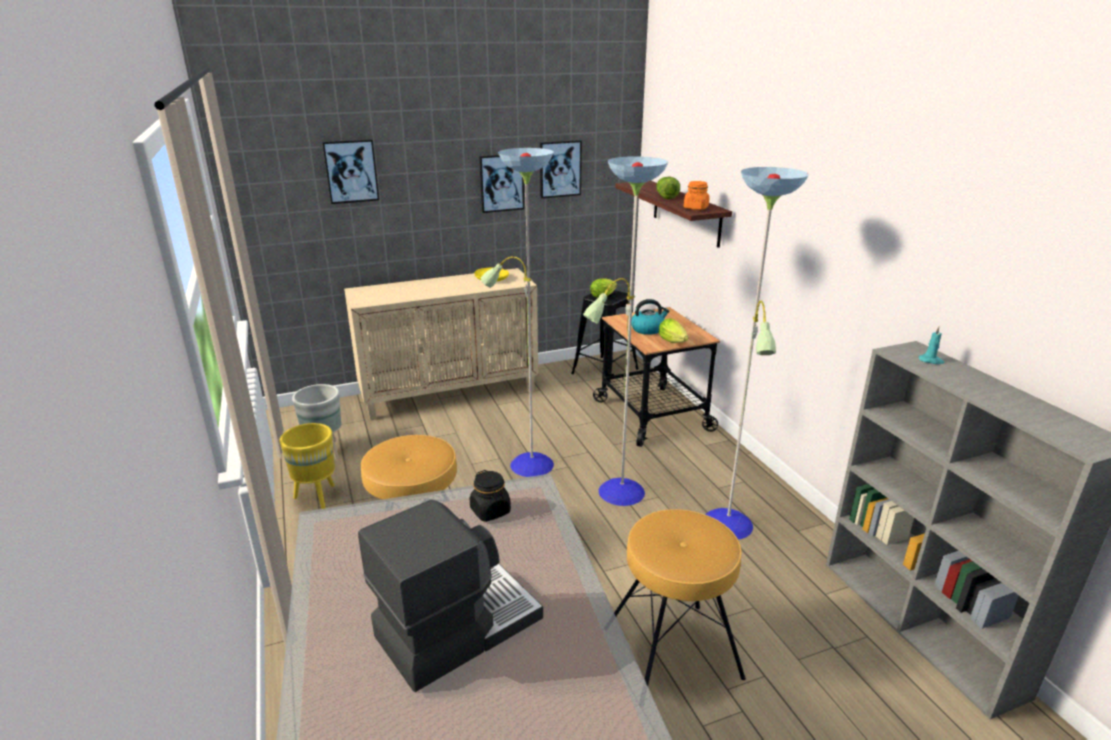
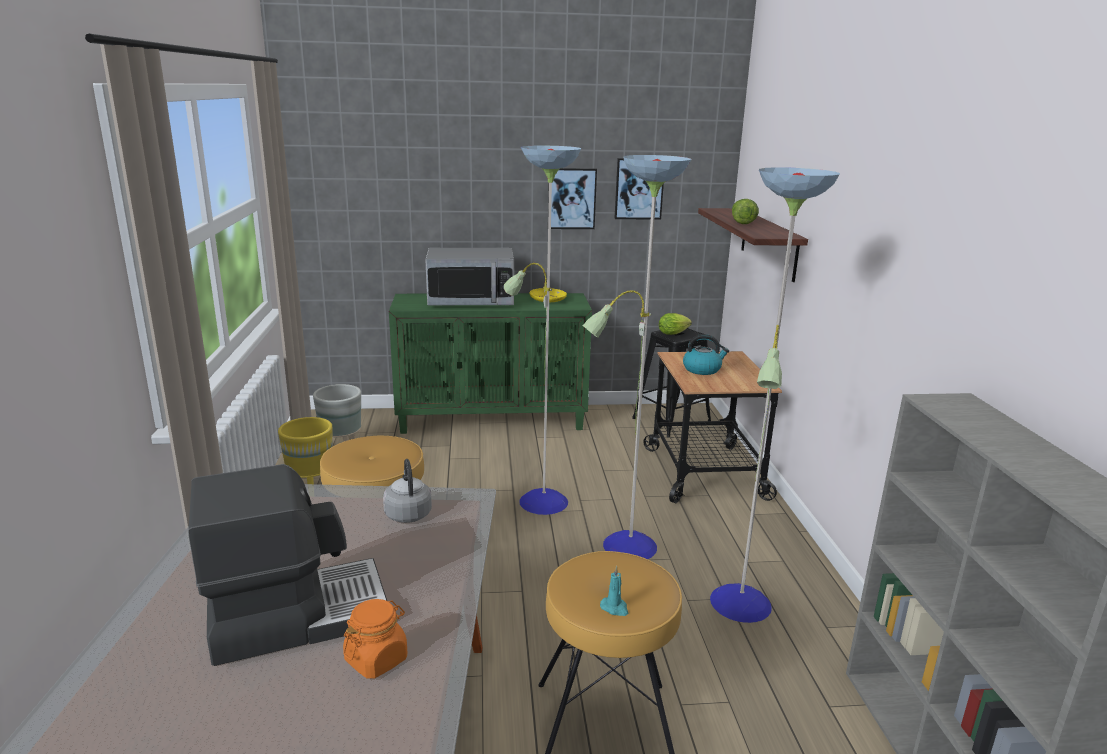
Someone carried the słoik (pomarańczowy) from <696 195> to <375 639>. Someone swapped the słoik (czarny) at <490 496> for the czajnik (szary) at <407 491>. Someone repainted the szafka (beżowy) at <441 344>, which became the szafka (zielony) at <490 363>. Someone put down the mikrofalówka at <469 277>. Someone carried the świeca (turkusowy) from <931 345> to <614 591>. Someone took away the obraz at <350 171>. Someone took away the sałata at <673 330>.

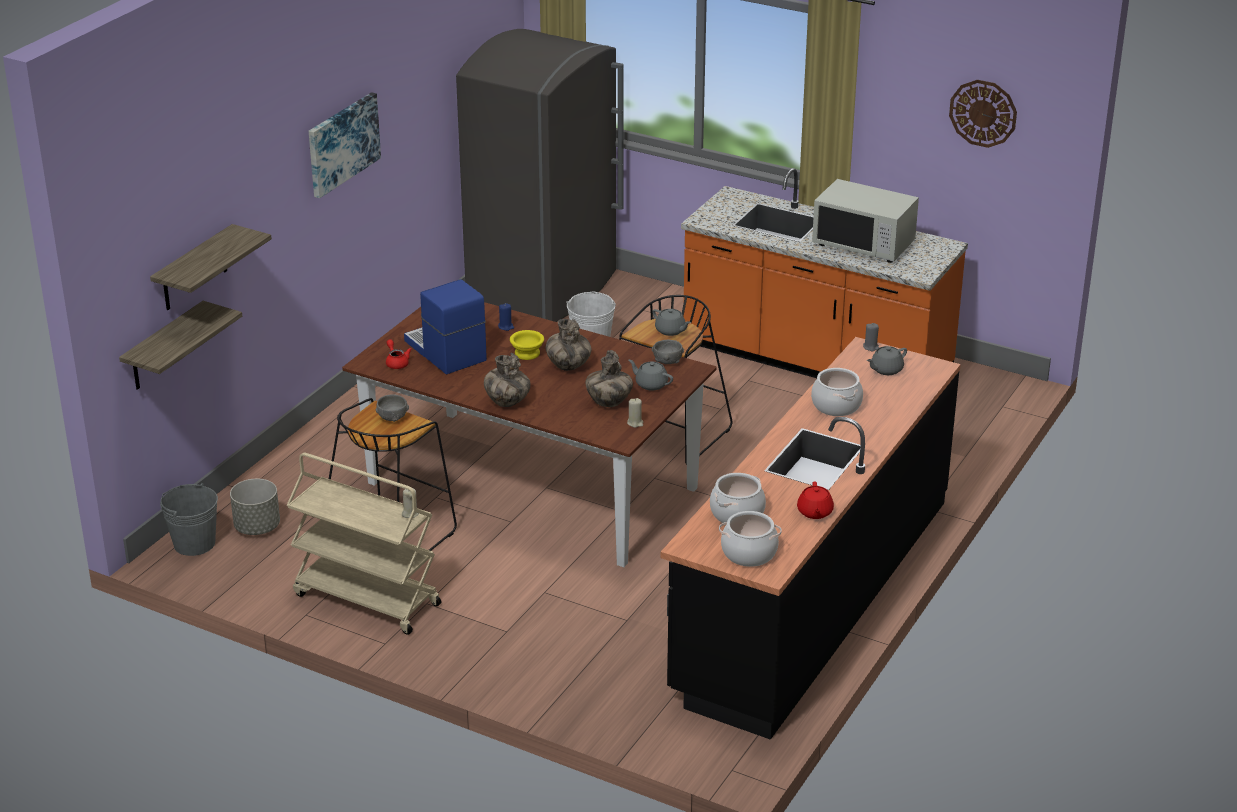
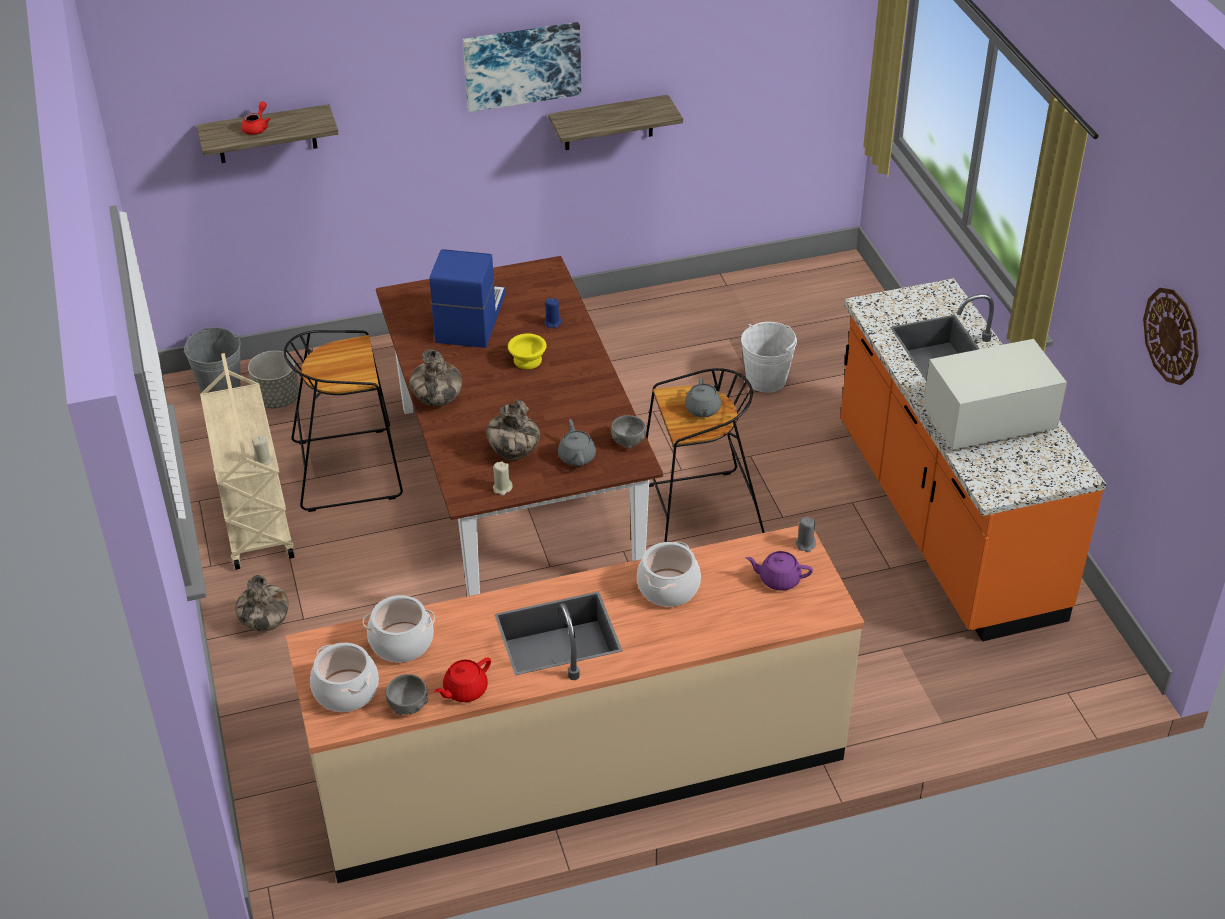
Someone carried the wazon from <568 345> to <261 603>. Someone carried the imbryk (czerwony) from <398 354> to <255 118>. Someone repainted the zabudowa kuchenna (czarny) at <811 538>, which became the zabudowa kuchenna (beżowy) at <575 704>. Someone carried the miska (szary) from <392 408> to <407 694>. Someone carried the półka from <180 345> to <615 122>. Someone repainted the imbryk (szary) at <887 360>, which became the imbryk (fioletowy) at <779 571>. Someone rotated the mikrofalówka (biały) at <865 221> by 90 degrees clockwise. Someone took away the lodówka (szary) at <540 175>.

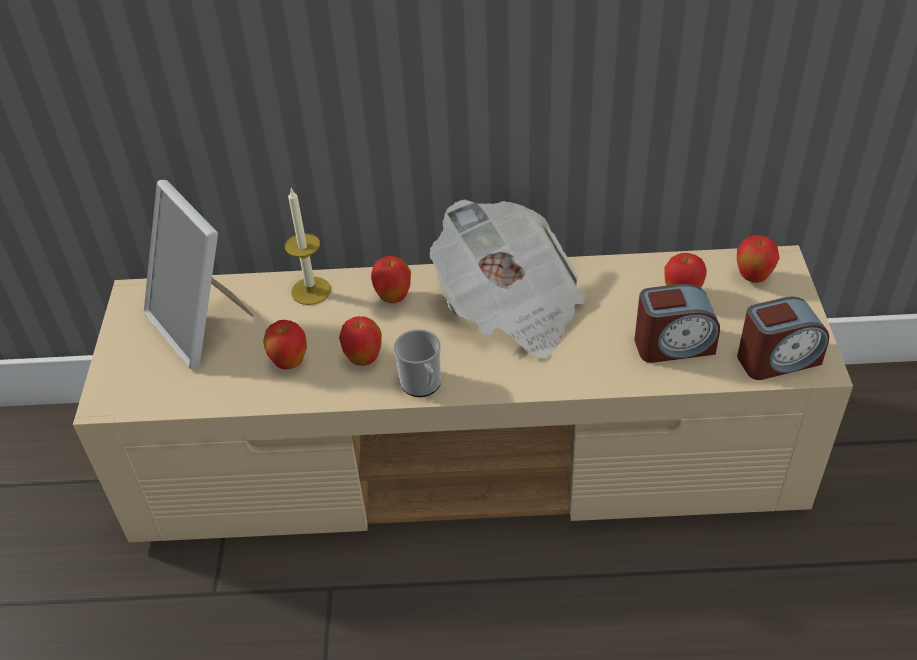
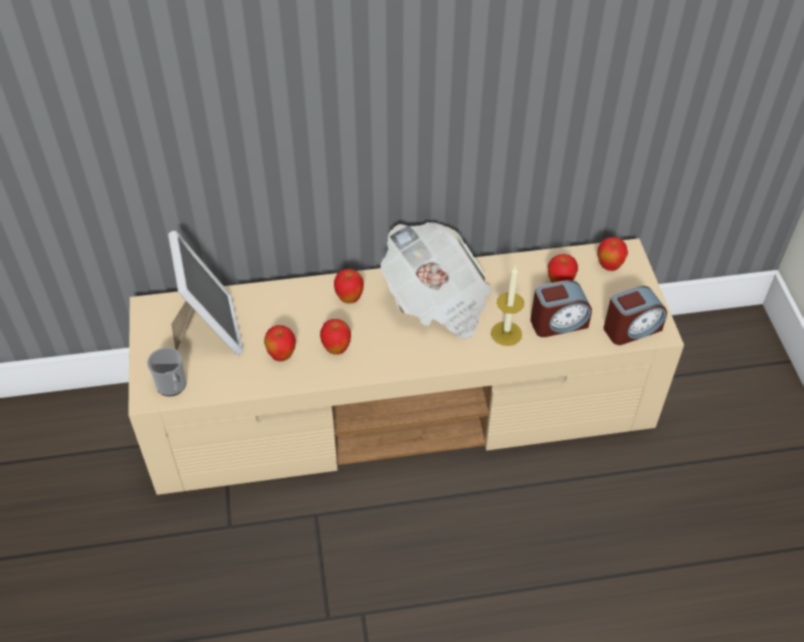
Someone carried the kubek from <417 363> to <166 371>. Someone rotated the ramka na zdjęcie at <198 274> by 150 degrees counterclockwise. Someone carried the świeca from <308 246> to <507 305>.

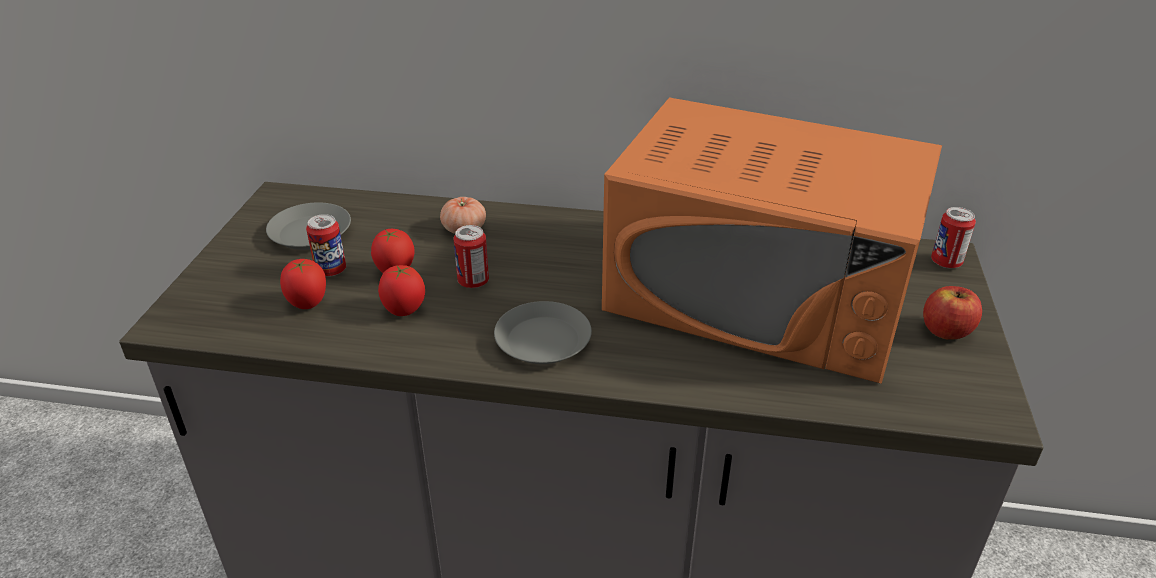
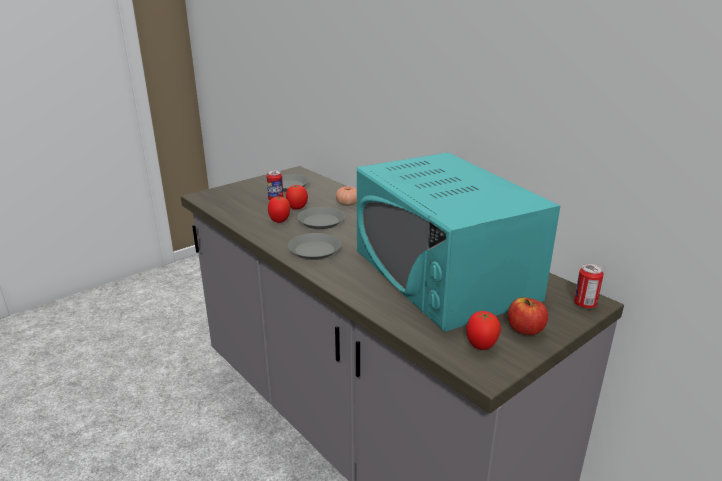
Someone swapped the puszka at <471 256> for the talerz (szary) at <321 218>. Someone repainted the mikrofalówka (pomarańczowy) at <772 240>, which became the mikrofalówka (turkusowy) at <458 242>. Someone carried the pomidor from <303 284> to <483 330>.

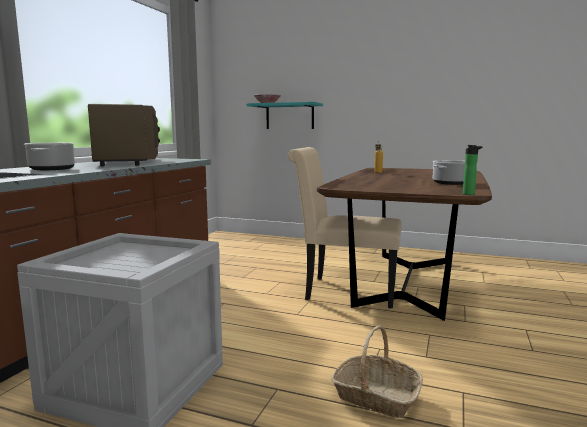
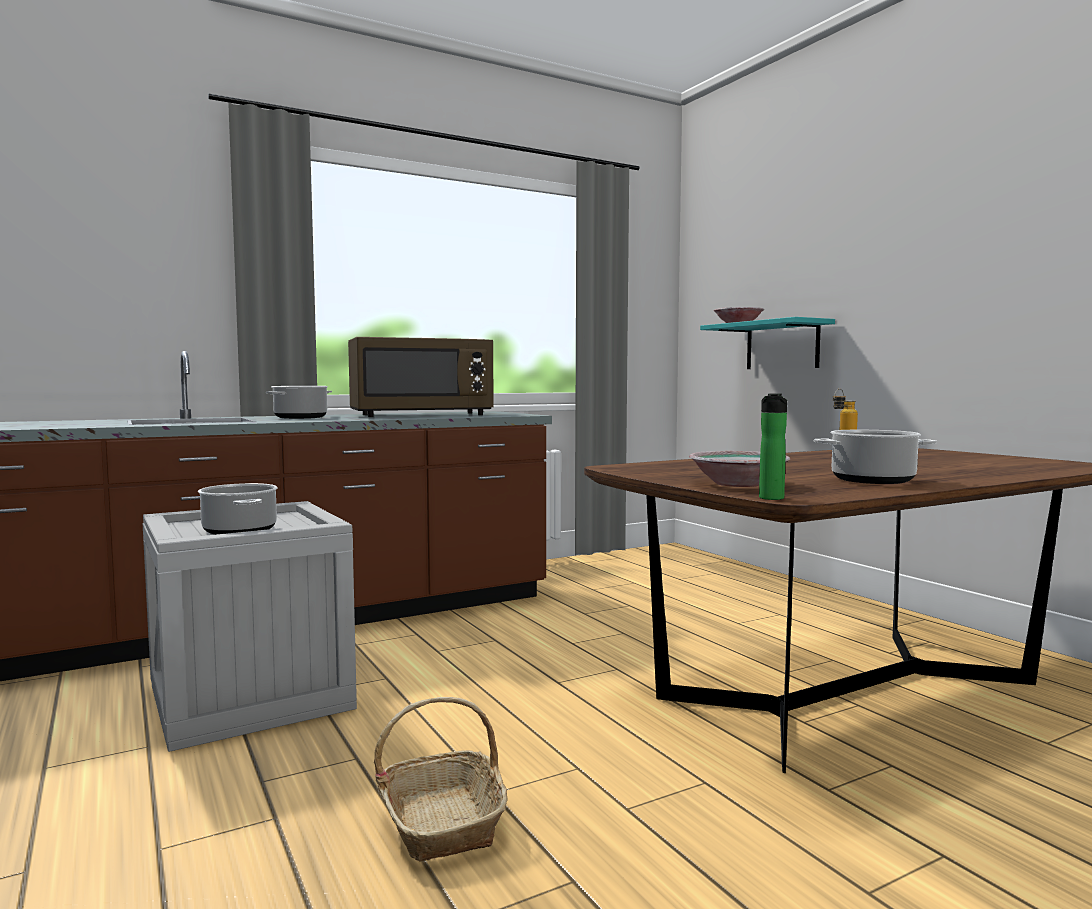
Someone put down the garnek at <238 509>. Someone rotated the mikrofalówka (brązowy) at <124 135> by 45 degrees clockwise. Someone put down the miska at <739 469>. Someone took away the krzesło (beżowy) at <344 227>.

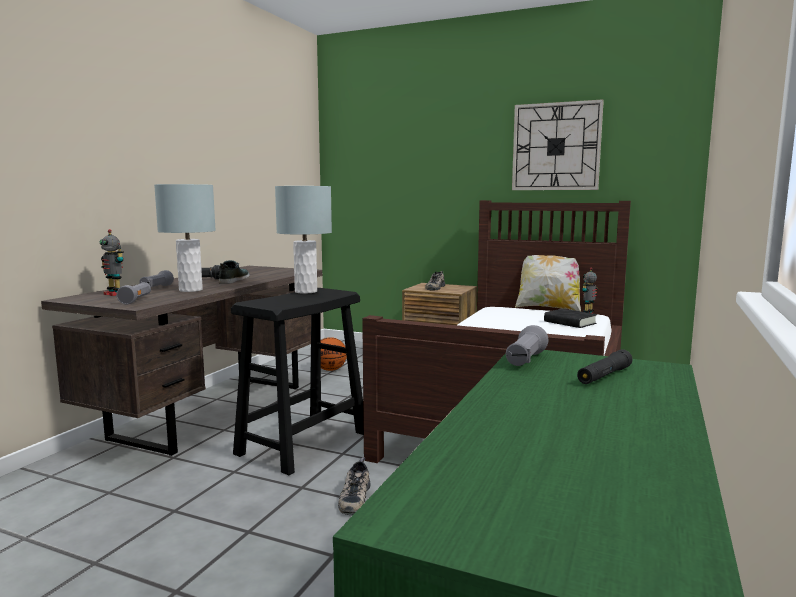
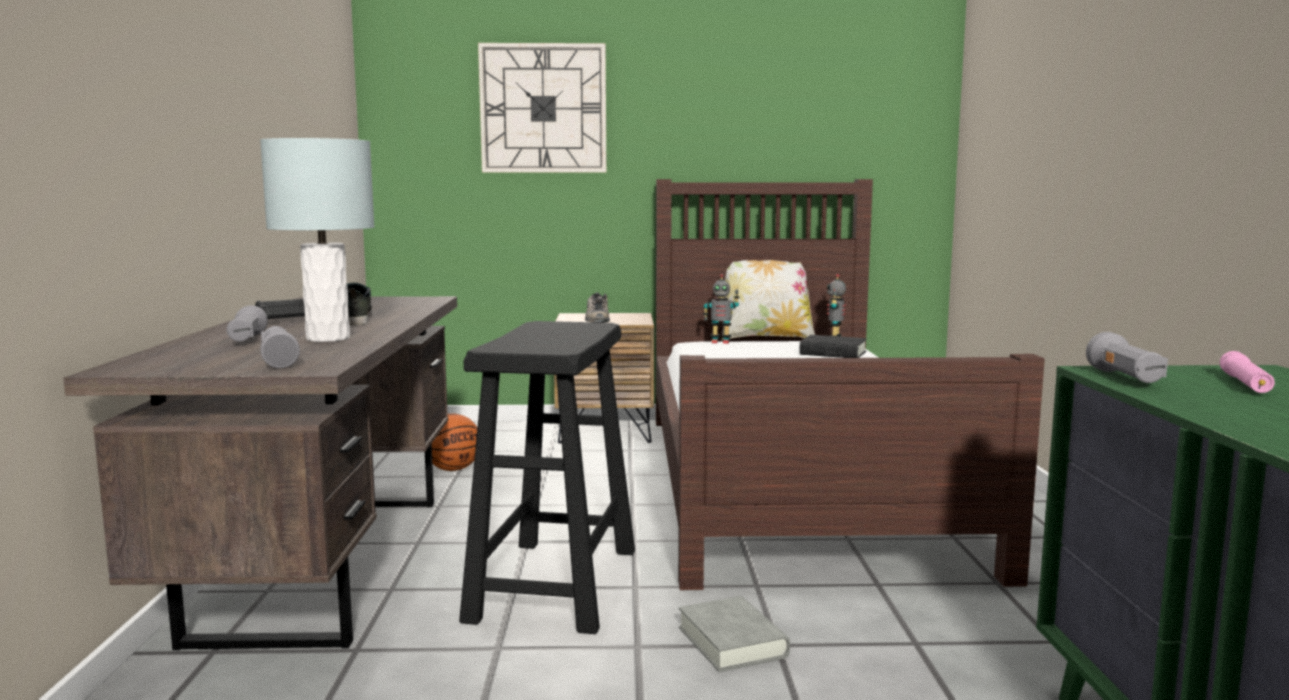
Someone carried the zegar ścienny from <558 144> to <542 108>. Someone swapped the but at <354 486> for the książka (szary) at <734 634>. Someone carried the robot zabawkowy from <112 262> to <721 309>. Someone repainted the latarka (czarny) at <604 366>, which became the latarka (różowy) at <1247 372>. Someone took away the lampa stołowa (szary) at <303 240>.

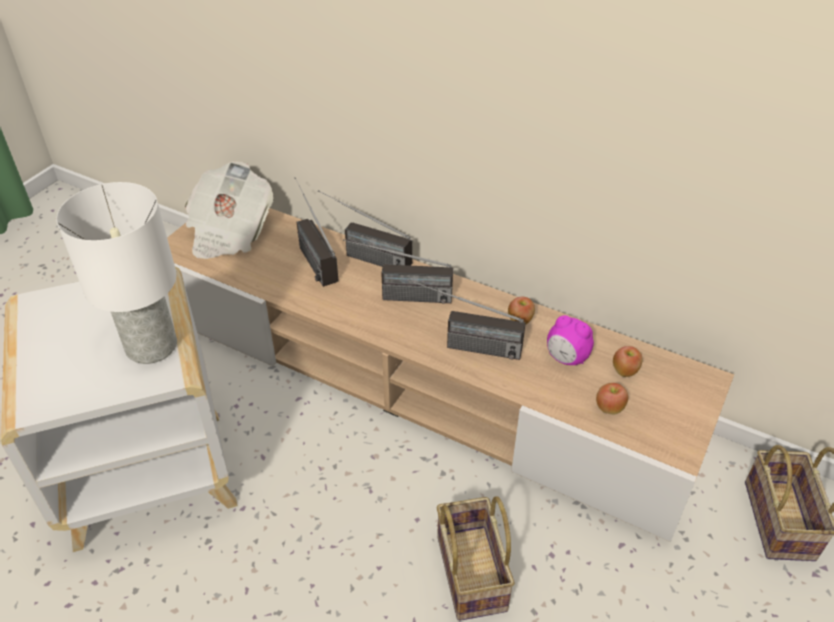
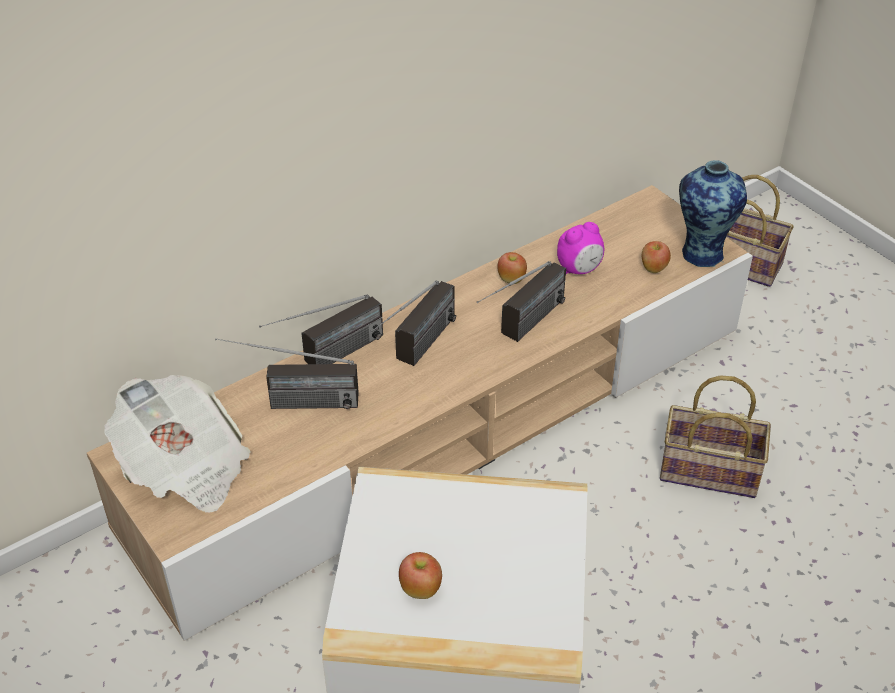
Someone carried the jabłko from <628 361> to <420 575>. Someone put down the wazon at <713 213>. Someone took away the lampa stołowa (biały) at <116 273>.

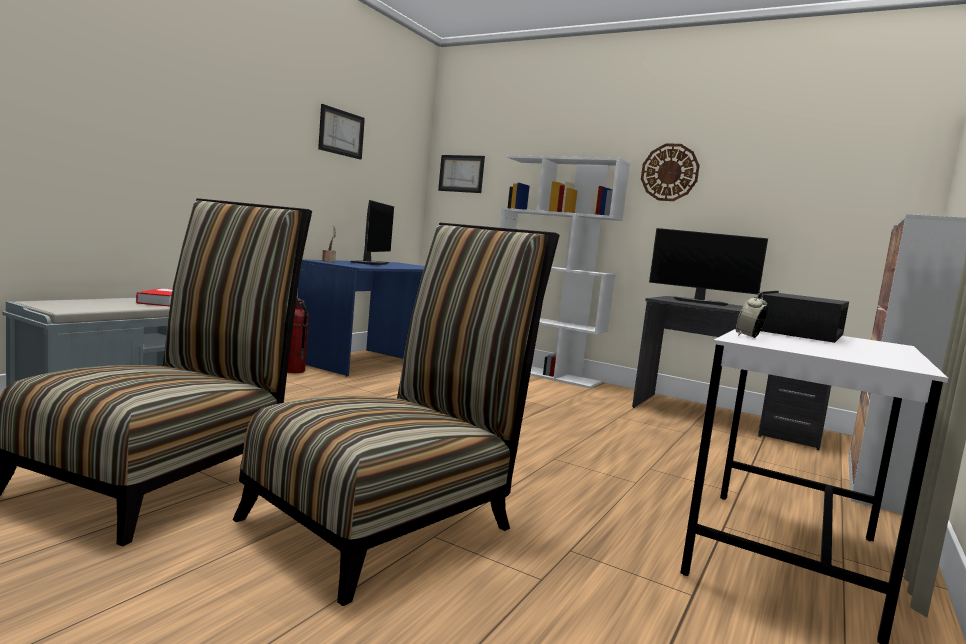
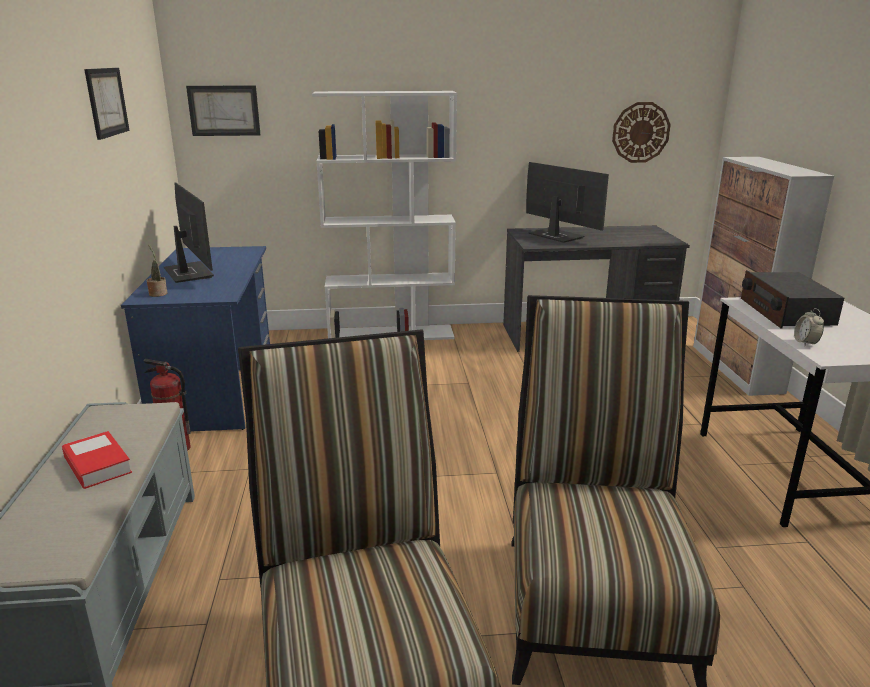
Someone rotated the monitor at <708 267> by 105 degrees counterclockwise. Someone carried the zegar ścienny from <670 172> to <641 132>.

